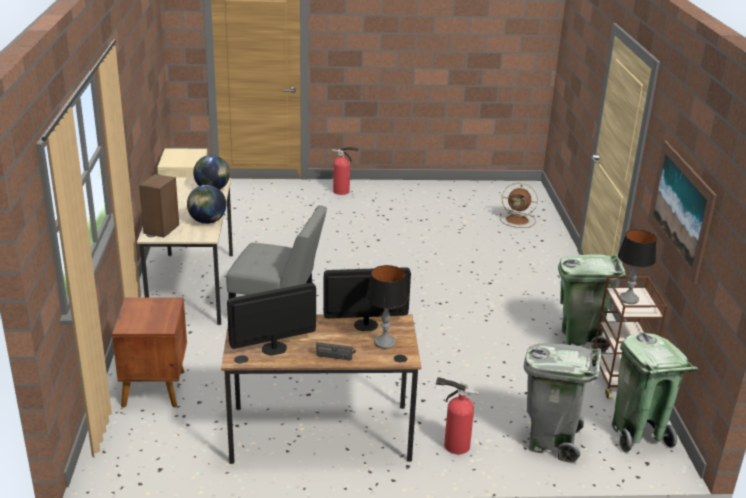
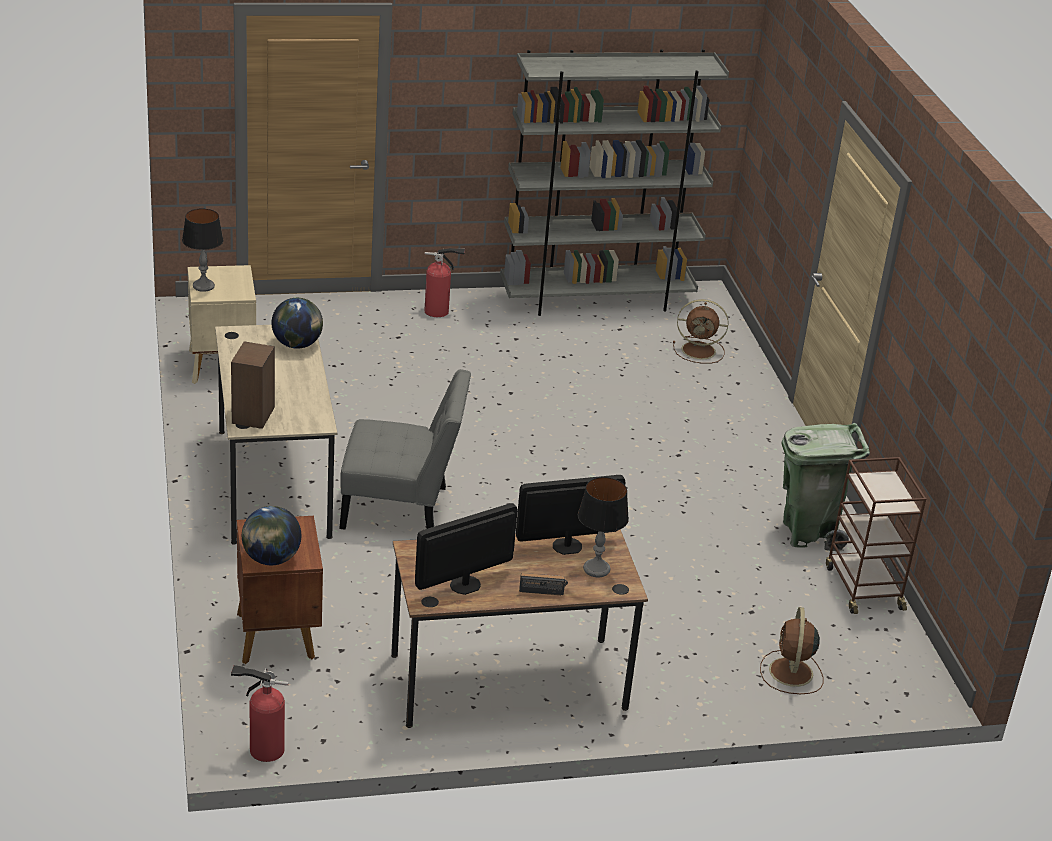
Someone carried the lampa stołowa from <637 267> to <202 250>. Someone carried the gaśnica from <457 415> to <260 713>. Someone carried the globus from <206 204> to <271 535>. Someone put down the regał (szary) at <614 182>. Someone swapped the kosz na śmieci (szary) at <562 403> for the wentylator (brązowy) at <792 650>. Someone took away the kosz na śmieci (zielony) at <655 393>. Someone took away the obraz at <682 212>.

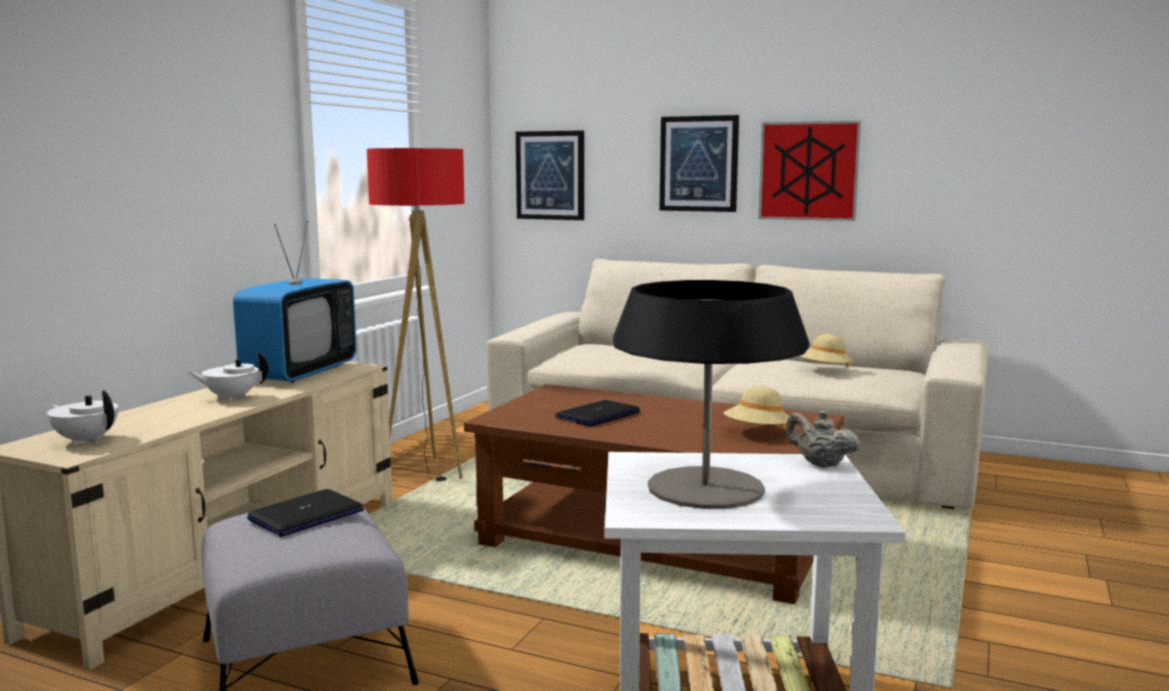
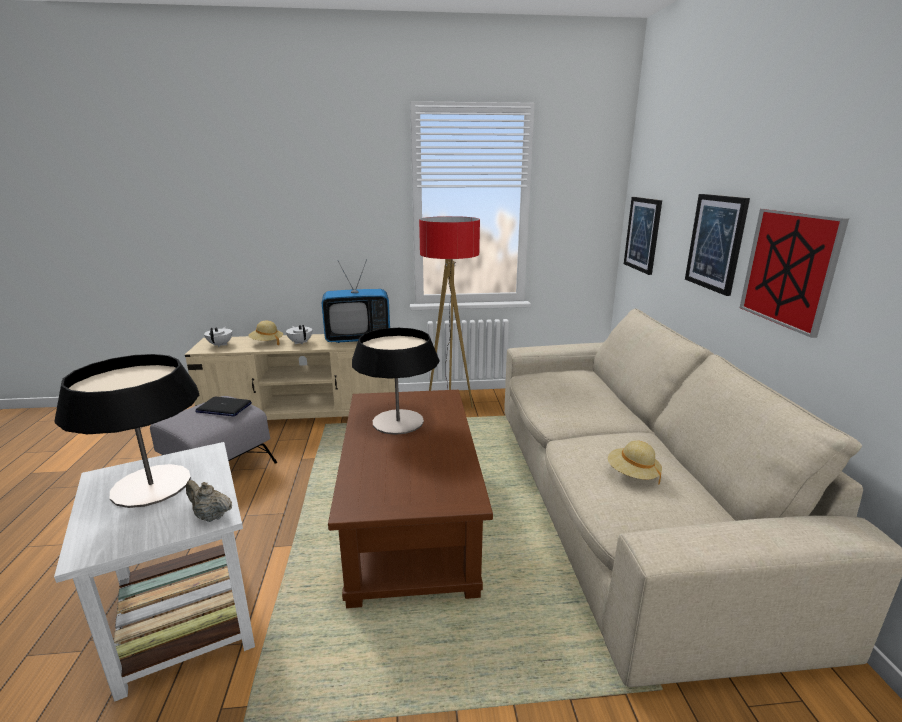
Someone rotated the imbryk (beżowy) at <822 439> by 75 degrees counterclockwise. Someone carried the kapelusz (beżowy) from <756 407> to <265 333>. Someone swapped the laptop at <598 413> for the lampa stołowa at <395 381>.

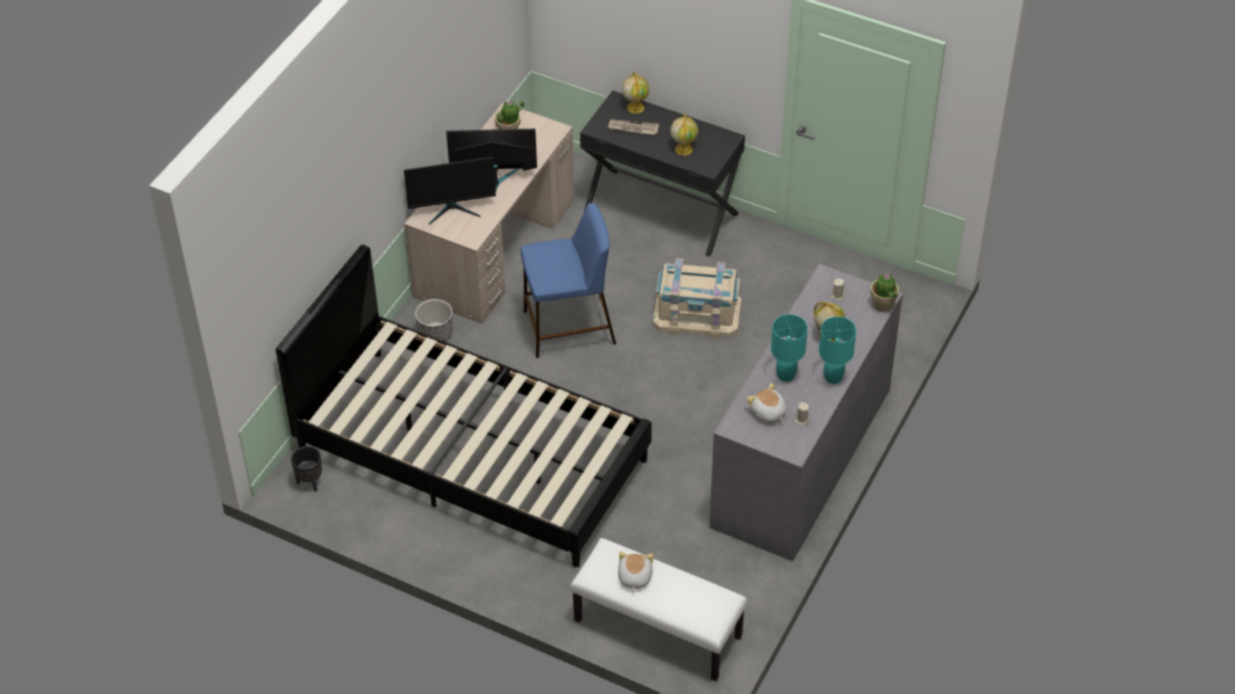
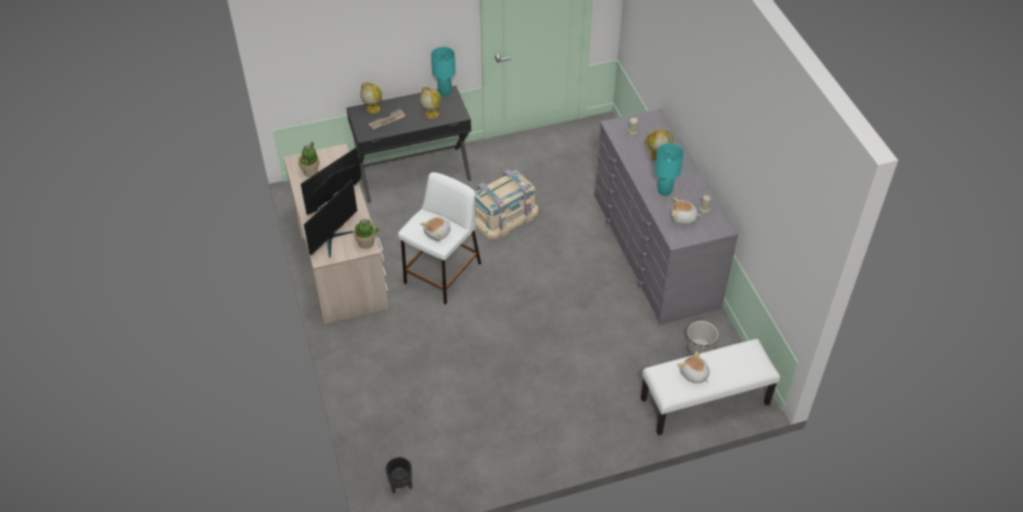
Someone carried the roślina doniczkowa from <884 293> to <366 233>. Someone repainted the stołek (niebieski) at <568 280>, which became the stołek (biały) at <439 238>. Someone put down the pluszak at <435 229>. Someone carried the lampa stołowa (turkusowy) from <837 350> to <443 71>. Someone carried the donica from <434 320> to <702 338>. Someone took away the łóżko (czarny) at <464 406>.

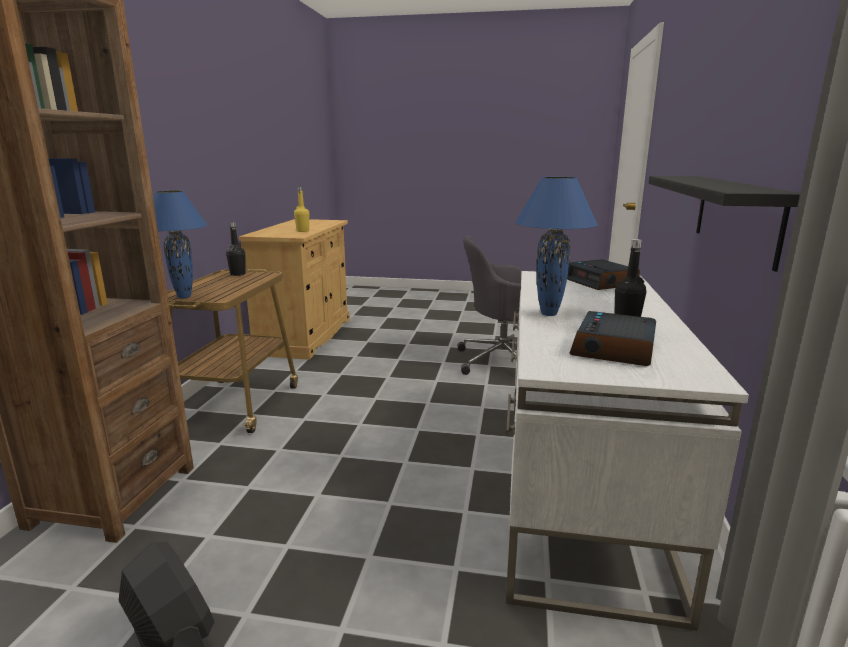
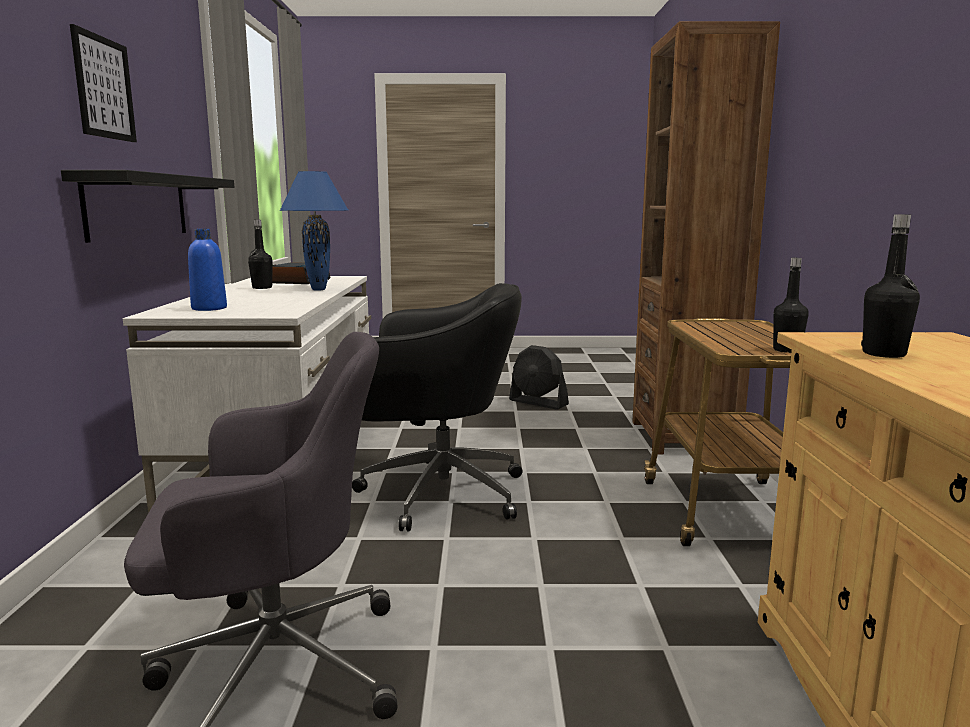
Someone put up the obraz at <103 83>. Someone swapped the budzik at <603 274> for the butelka (niebieski) at <207 270>. Someone put down the krzesło biurowe (czarny) at <437 407>. Someone repainted the butelka (żółty) at <301 209>, which became the butelka (czarny) at <890 286>. Someone took away the lampa stołowa (niebieski) at <180 244>.

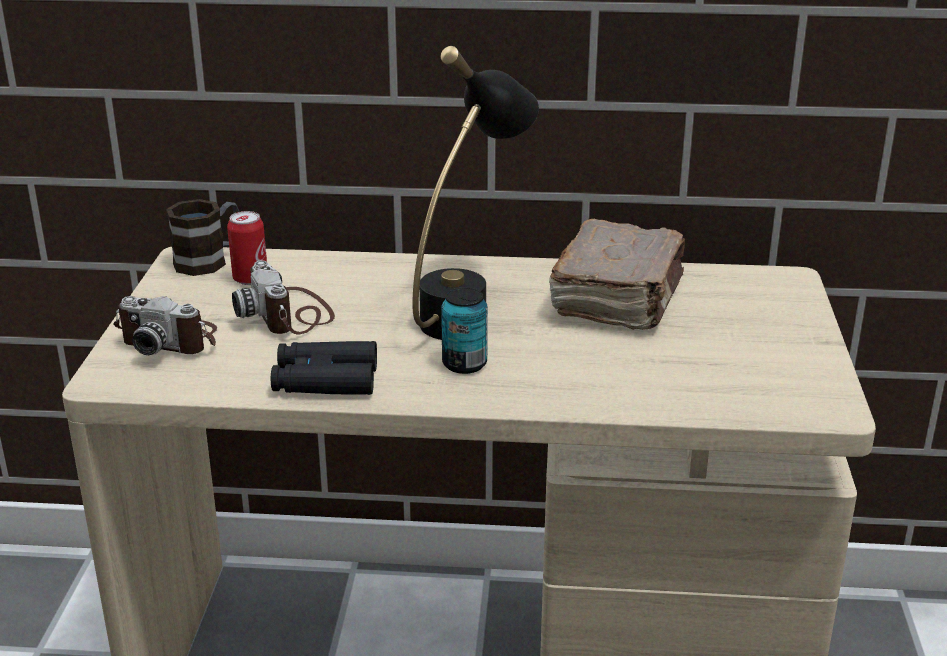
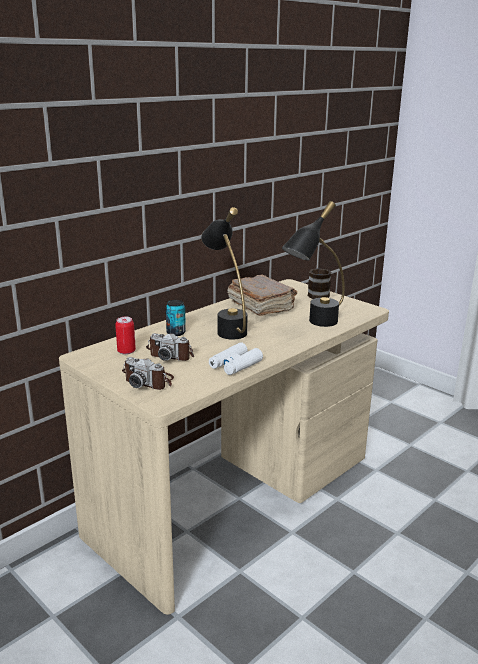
Someone rotated the aparat fotograficzny at <165 325> by 60 degrees clockwise. Someone carried the puszka from <464 330> to <176 318>. Someone repainted the lornetka (czarny) at <324 368>, which became the lornetka (biały) at <236 358>. Someone put down the lampa stołowa (czarny) at <313 264>. Someone carried the kubek from <202 237> to <319 283>.

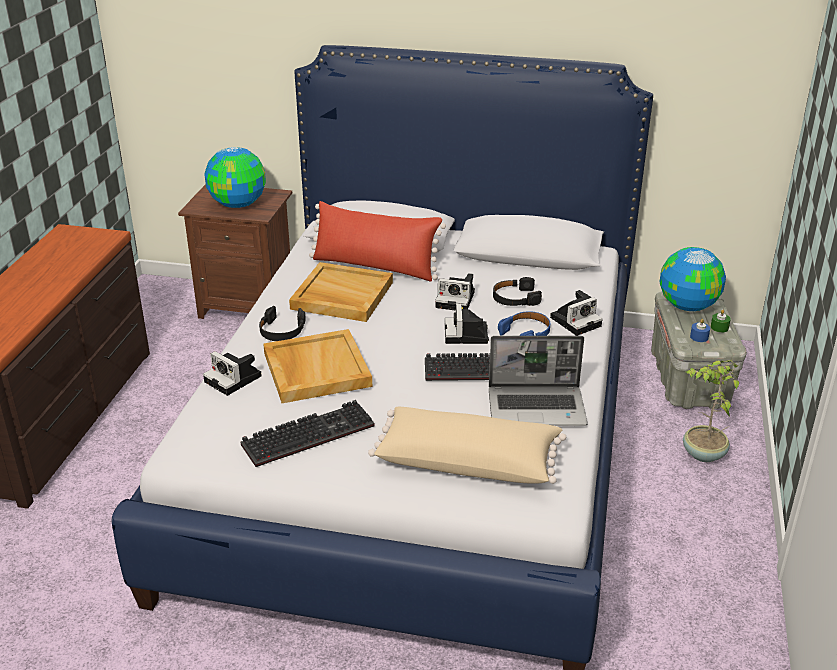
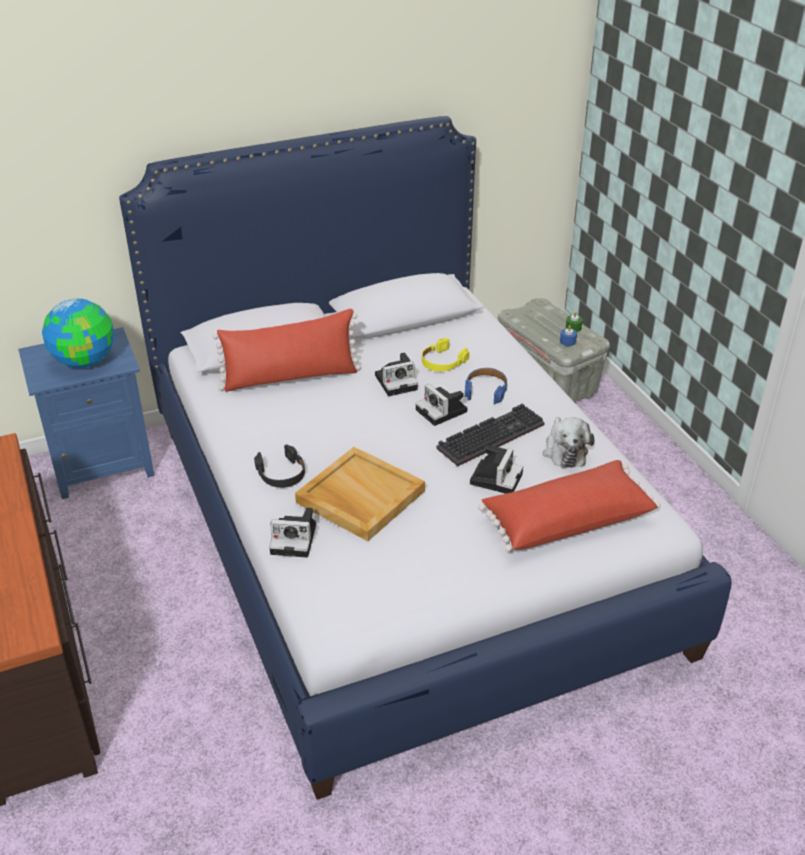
Someone repainted the szafka nocna (brązowy) at <235 251>, which became the szafka nocna (niebieski) at <86 413>. Someone repainted the słuchawki (czarny) at <517 291>, which became the słuchawki (żółty) at <445 354>. Someone carried the aparat fotograficzny from <576 313> to <496 469>. Someone repainted the poduszka (beżowy) at <467 445>, which became the poduszka (czerwony) at <569 506>. Someone swapped the laptop at <538 381> for the pluszak at <568 442>. Someone took away the klawiatura at <308 433>. Someone took away the taca (beżowy) at <341 292>. Someone took away the globus at <692 279>. Someone took away the roślina doniczkowa at <711 411>.

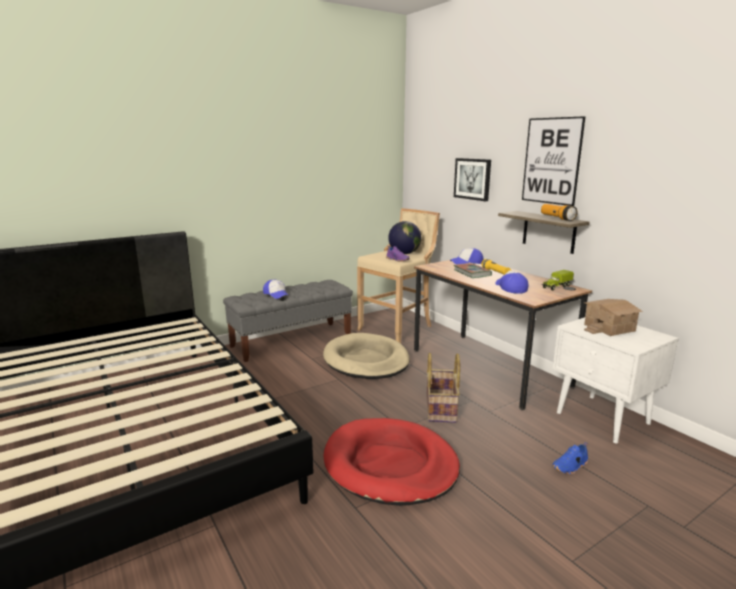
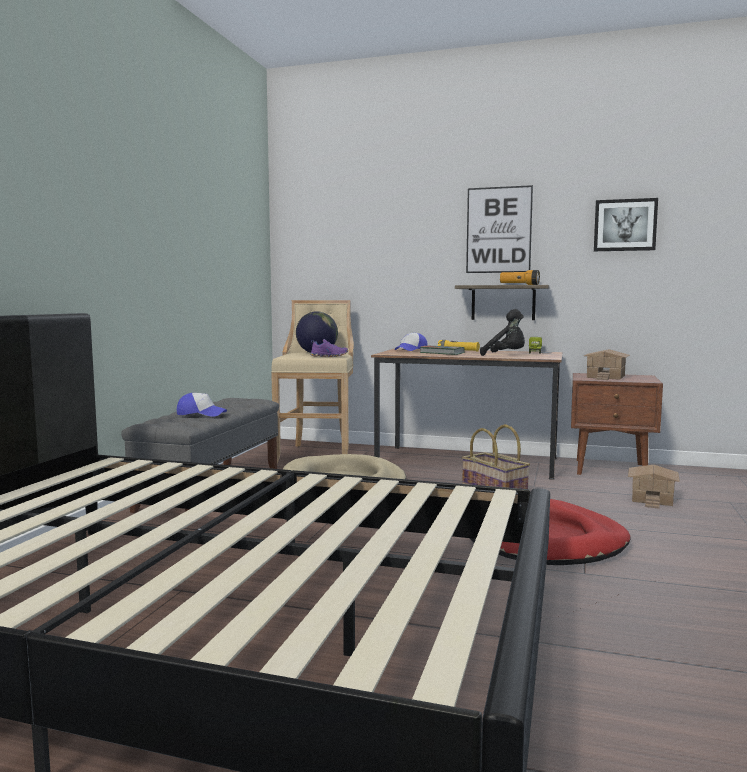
Someone swapped the czapka z daszkiem at <512 282> for the pluszak (czarny) at <502 332>. Someone repainted the szafka nocna (biały) at <615 380>, which became the szafka nocna (brązowy) at <617 424>. Someone carried the obraz from <472 179> to <626 224>. Someone swapped the but (niebieski) at <570 458> for the domek at <654 486>.

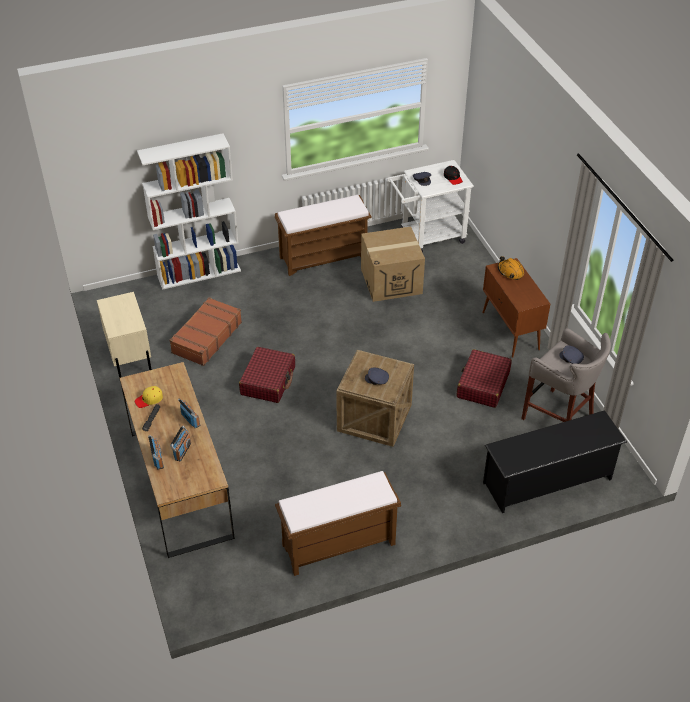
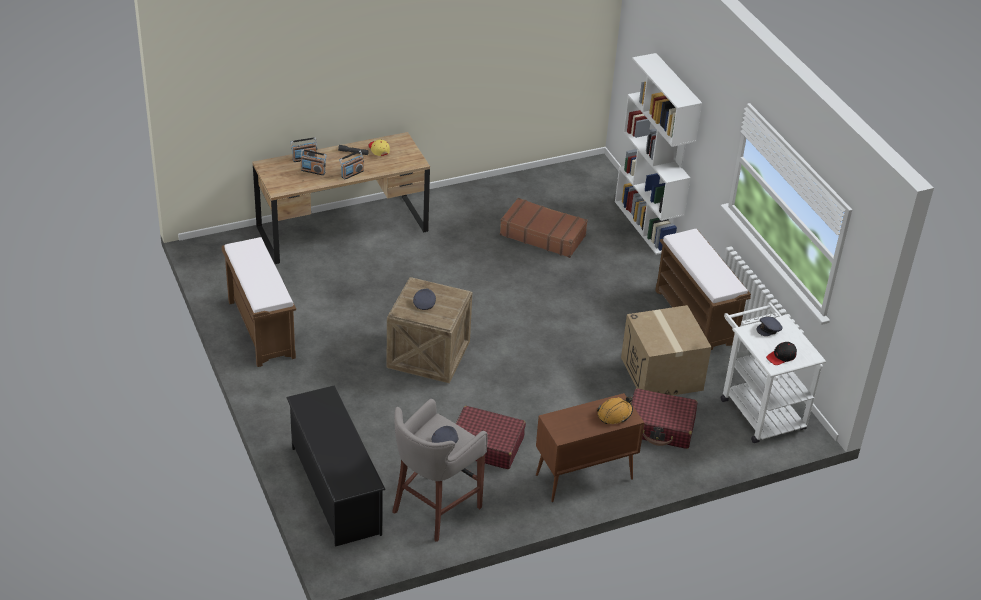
Someone carried the walizka (czerwony) from <267 375> to <665 418>. Someone took away the szafka nocna (beżowy) at <124 335>.

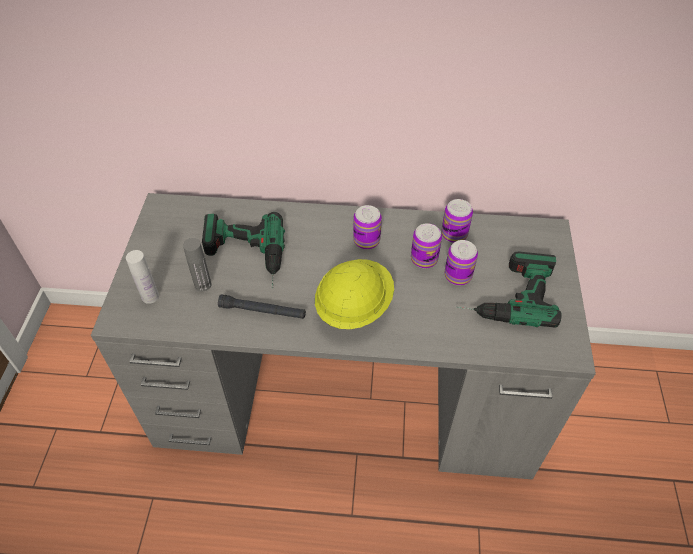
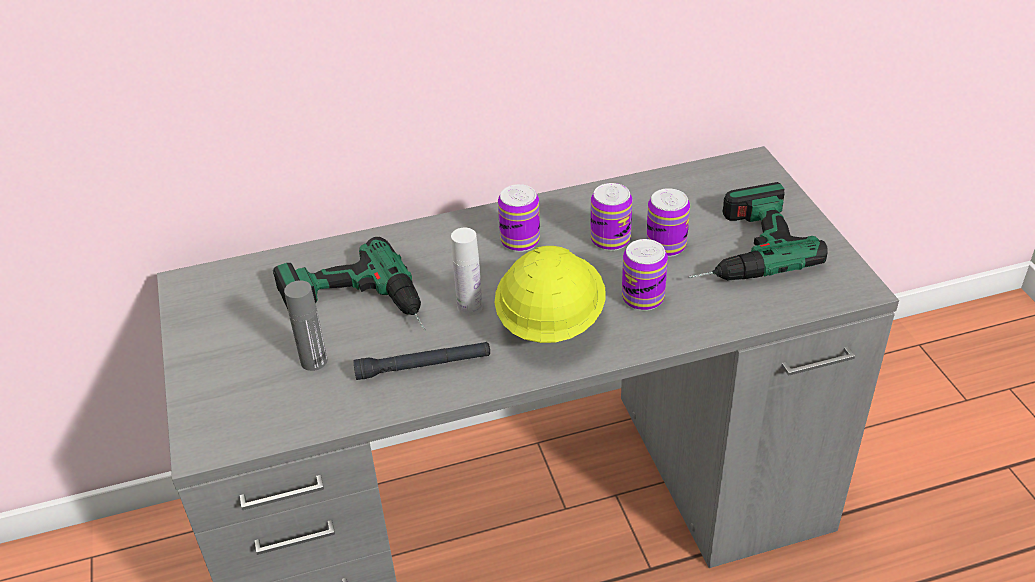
Someone carried the butelka (biały) from <142 277> to <467 272>. Someone carried the puszka from <457 221> to <645 275>.

